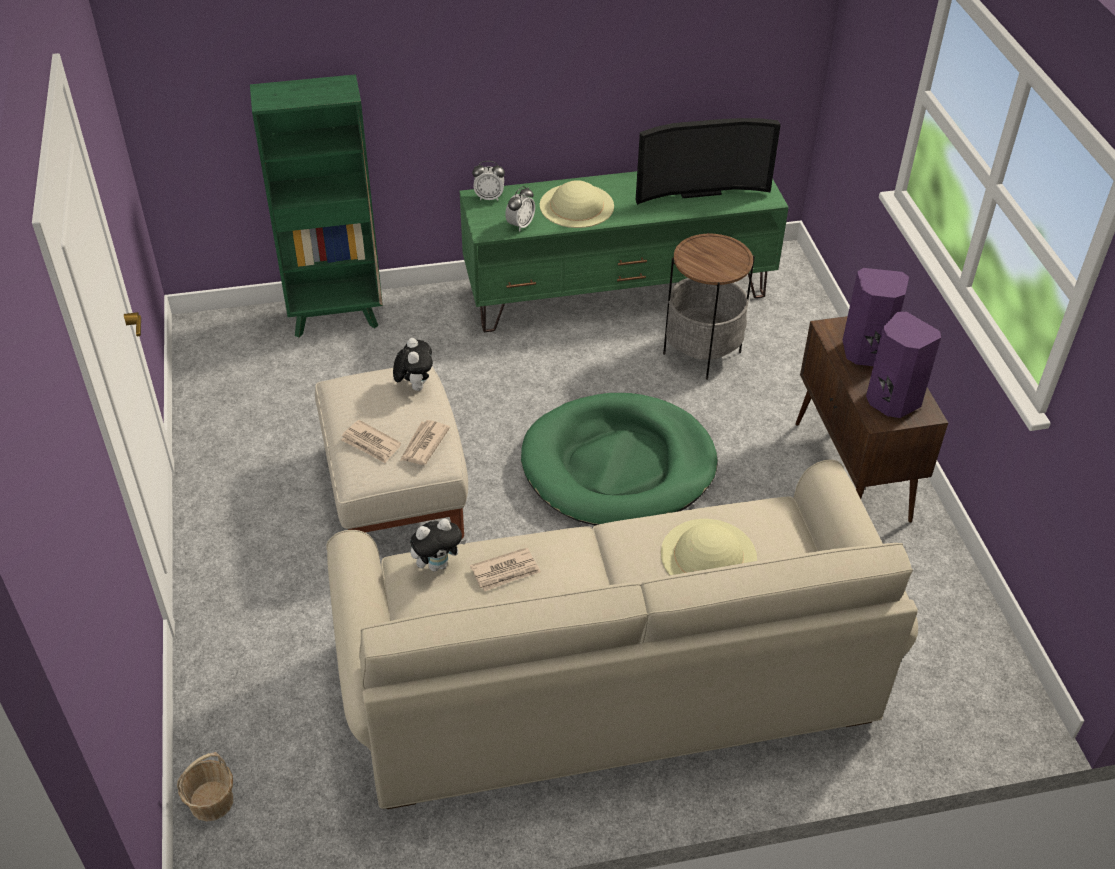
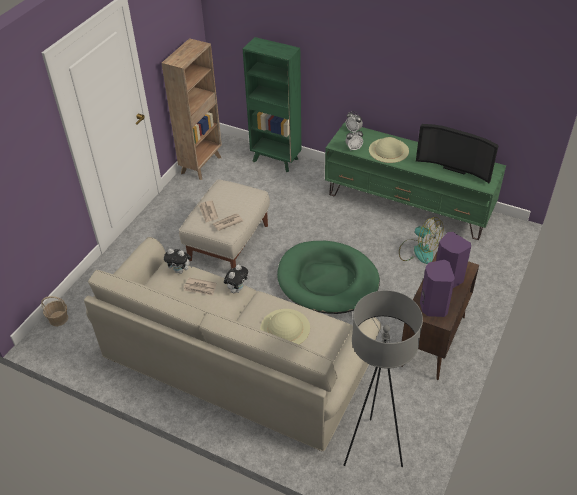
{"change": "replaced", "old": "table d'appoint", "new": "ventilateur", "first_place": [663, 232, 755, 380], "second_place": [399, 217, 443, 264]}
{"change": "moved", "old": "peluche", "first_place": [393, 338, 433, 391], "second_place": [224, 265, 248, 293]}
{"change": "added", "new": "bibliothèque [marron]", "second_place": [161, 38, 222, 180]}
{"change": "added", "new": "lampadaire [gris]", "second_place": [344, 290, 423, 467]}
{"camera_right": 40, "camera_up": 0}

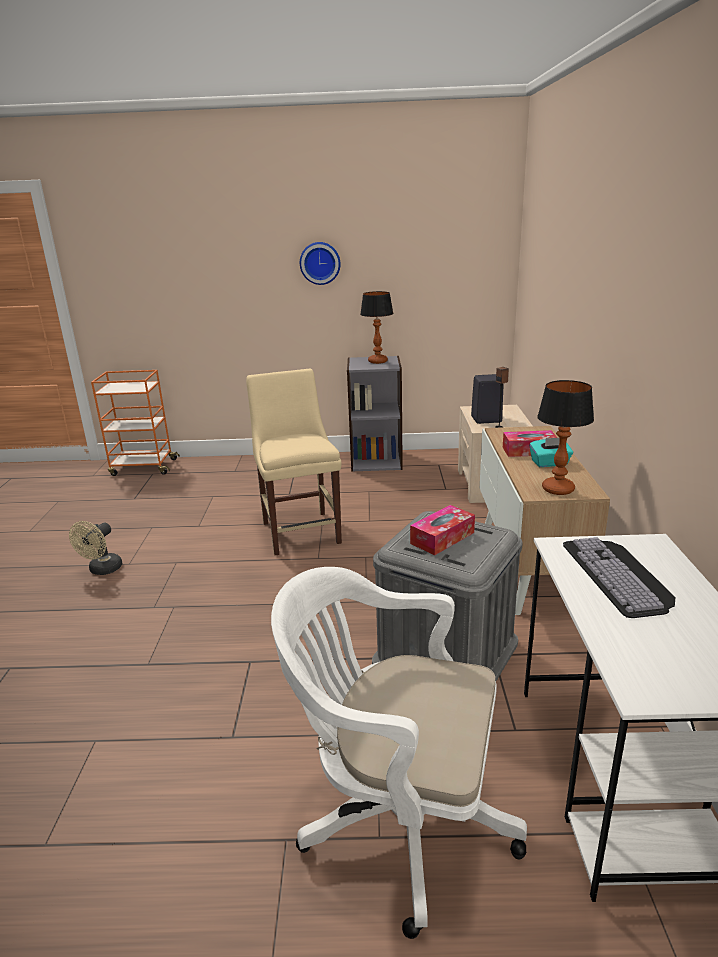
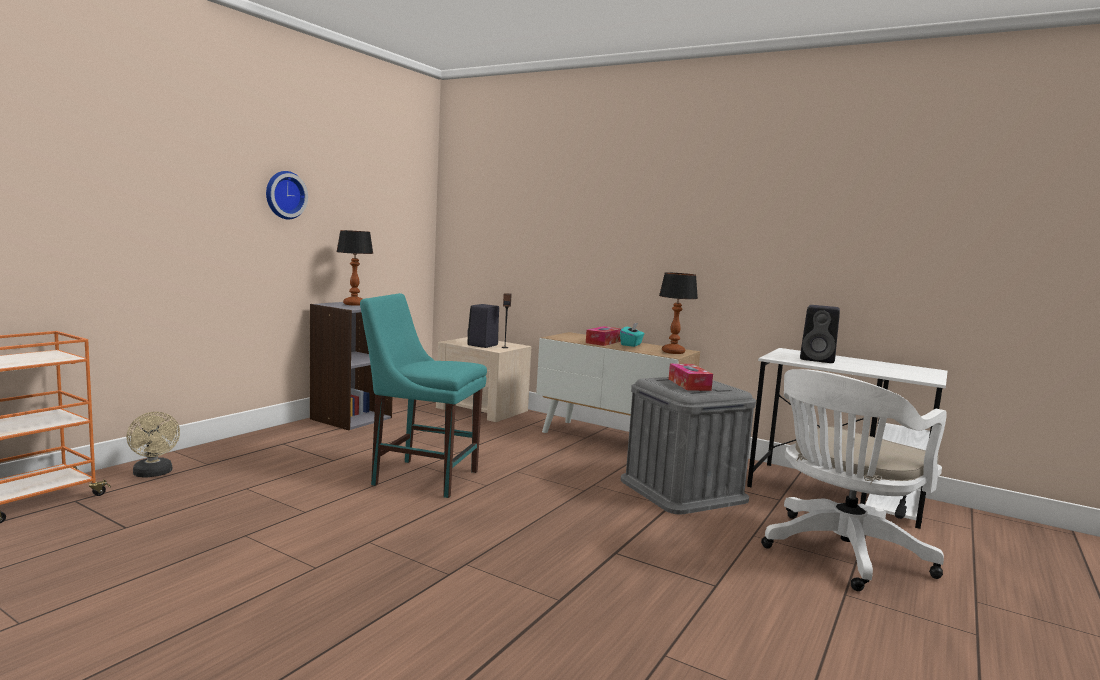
{"change": "recoloured", "old": "chaise [beige]", "new": "chaise [turquoise]", "first_place": [246, 369, 342, 556], "second_place": [360, 293, 487, 498]}
{"change": "moved", "old": "ventilateur [beige]", "first_place": [69, 521, 122, 575], "second_place": [126, 412, 180, 478]}
{"change": "replaced", "old": "clavier", "new": "enceinte [noir]", "first_place": [563, 537, 676, 618], "second_place": [800, 305, 840, 363]}
{"camera_right": -60, "camera_up": -15}

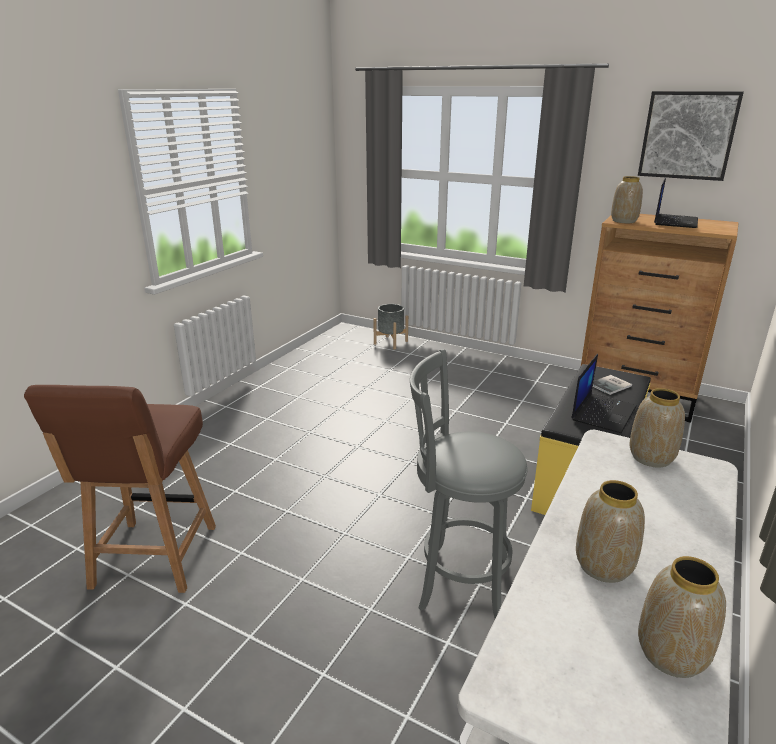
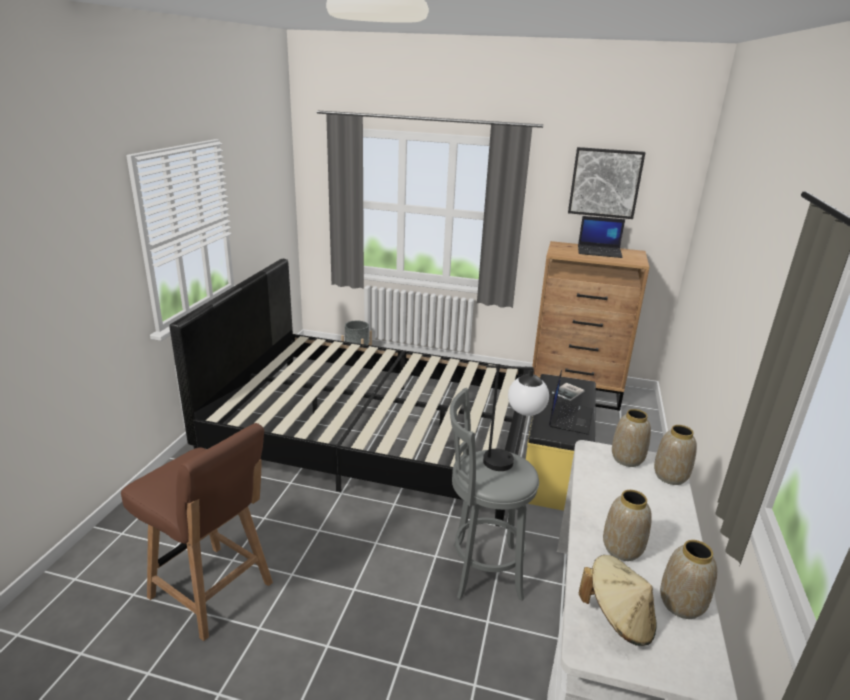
{"change": "moved", "old": "vase", "first_place": [611, 176, 643, 223], "second_place": [654, 425, 697, 485]}
{"change": "turned", "old": "ordinateur portable", "first_place": [654, 177, 698, 228], "second_place": [578, 216, 625, 258], "degrees": 90}
{"change": "turned", "old": "chaise [marron]", "first_place": [24, 385, 216, 593], "second_place": [121, 423, 273, 641], "degrees": -45}
{"change": "added", "new": "lit [noir]", "second_place": [170, 259, 534, 527]}
{"change": "added", "new": "lampe de table", "second_place": [483, 364, 549, 471]}
{"change": "added", "new": "chapeau [beige]", "second_place": [579, 555, 657, 646]}
{"camera_right": -15, "camera_up": 0}

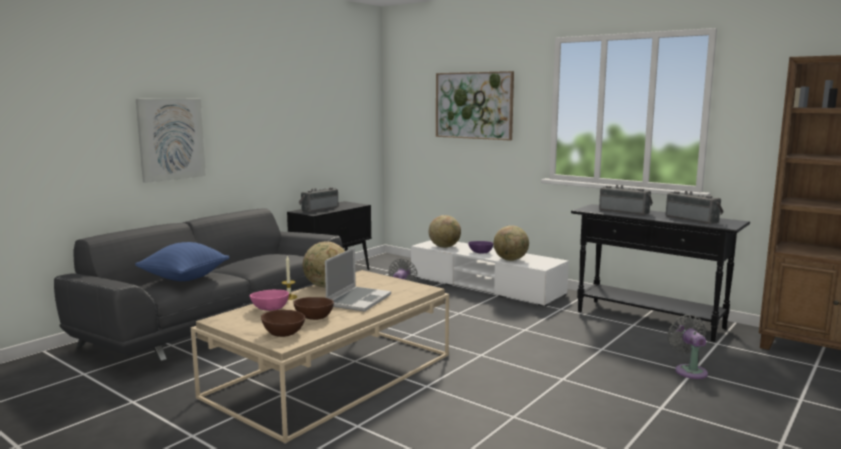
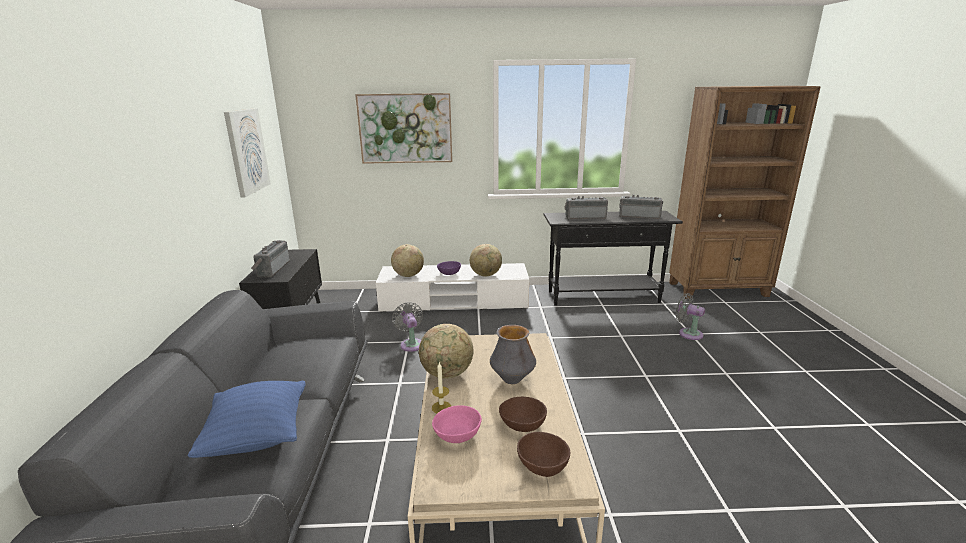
{"change": "moved", "old": "tableau", "first_place": [136, 99, 206, 183], "second_place": [224, 108, 271, 198]}
{"change": "replaced", "old": "ordinateur portable", "new": "vase", "first_place": [325, 247, 391, 312], "second_place": [490, 325, 536, 384]}
{"camera_right": -40, "camera_up": 10}

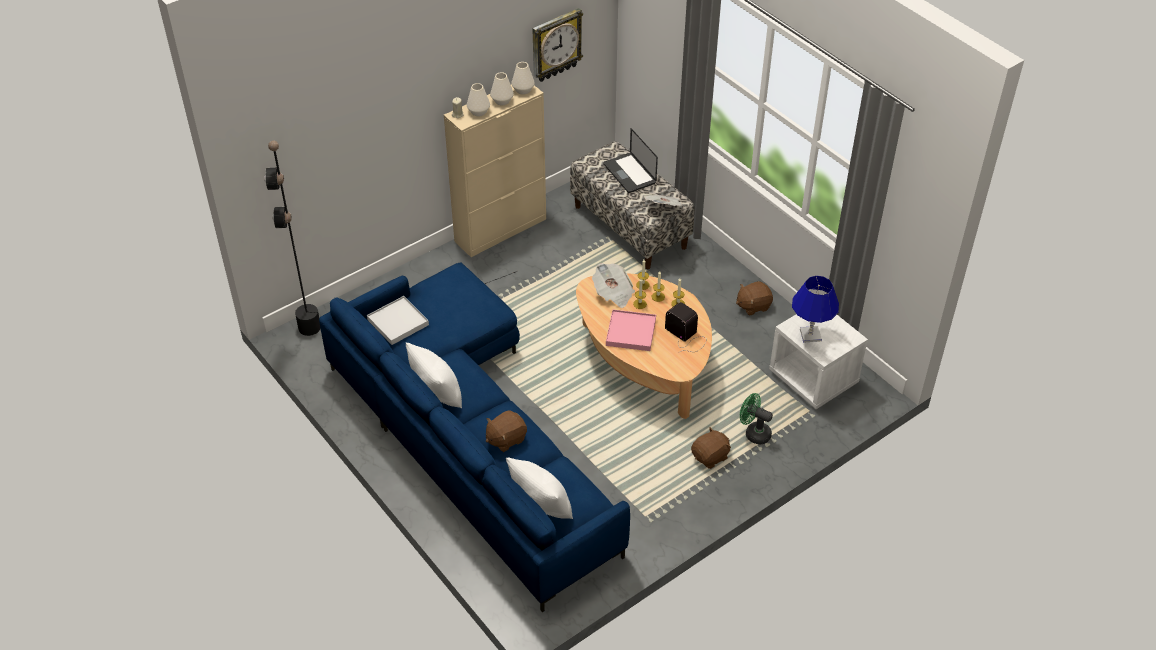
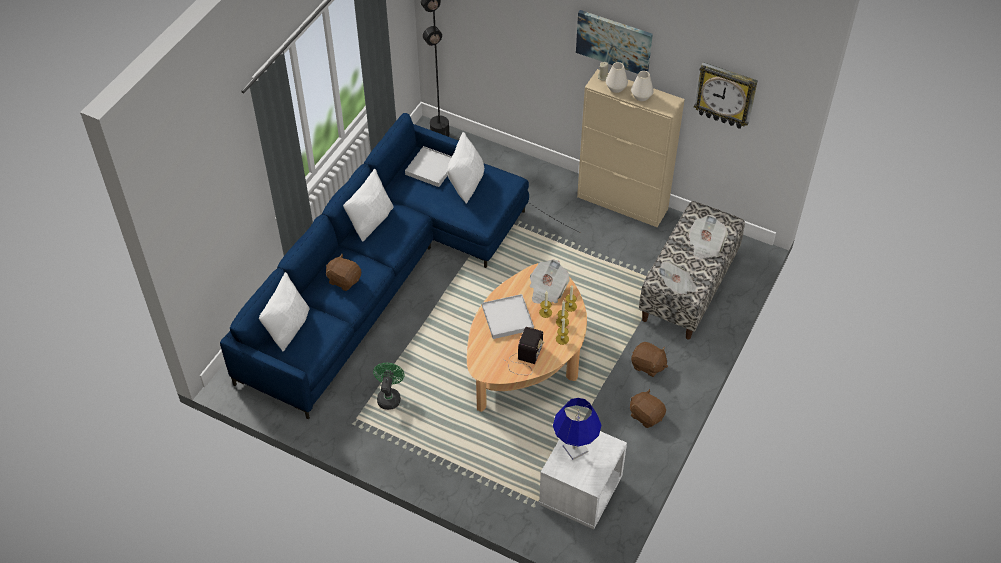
{"change": "removed", "old": "vase [blanc]", "first_place": [511, 62, 535, 95]}
{"change": "replaced", "old": "ordinateur portable", "new": "journal", "first_place": [603, 128, 658, 193], "second_place": [688, 215, 728, 259]}
{"change": "recoloured", "old": "plateau [rose]", "new": "plateau [blanc]", "first_place": [606, 310, 656, 351], "second_place": [482, 294, 534, 339]}
{"change": "moved", "old": "ventilateur [vert]", "first_place": [740, 393, 773, 444], "second_place": [373, 363, 404, 410]}
{"change": "moved", "old": "peluche [marron]", "first_place": [691, 427, 731, 469], "second_place": [631, 342, 668, 377]}
{"change": "added", "new": "tableau", "second_place": [576, 10, 653, 74]}
{"change": "added", "new": "coussin [blanc]", "second_place": [447, 132, 484, 204]}
{"camera_right": 65, "camera_up": 5}

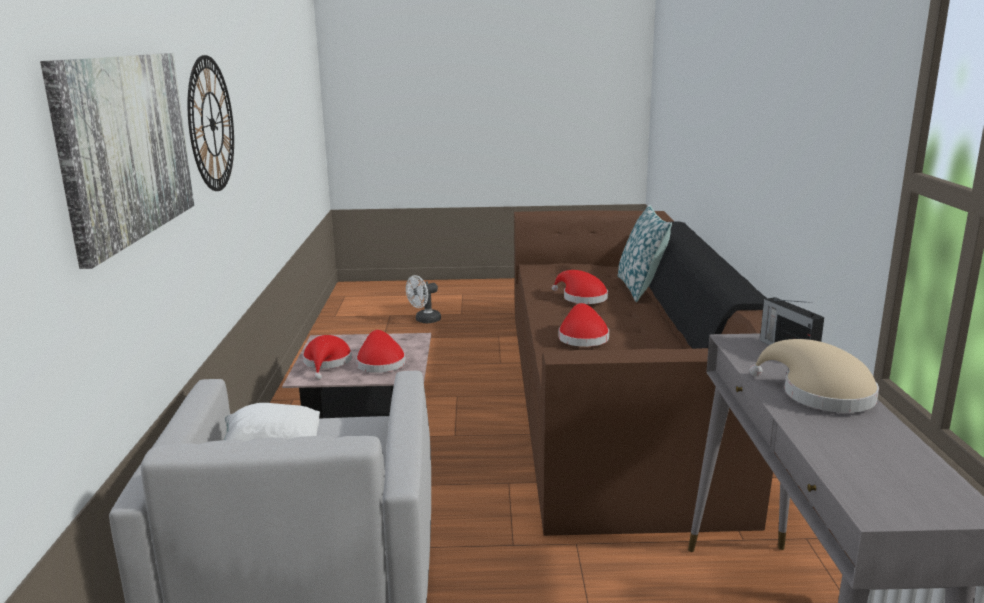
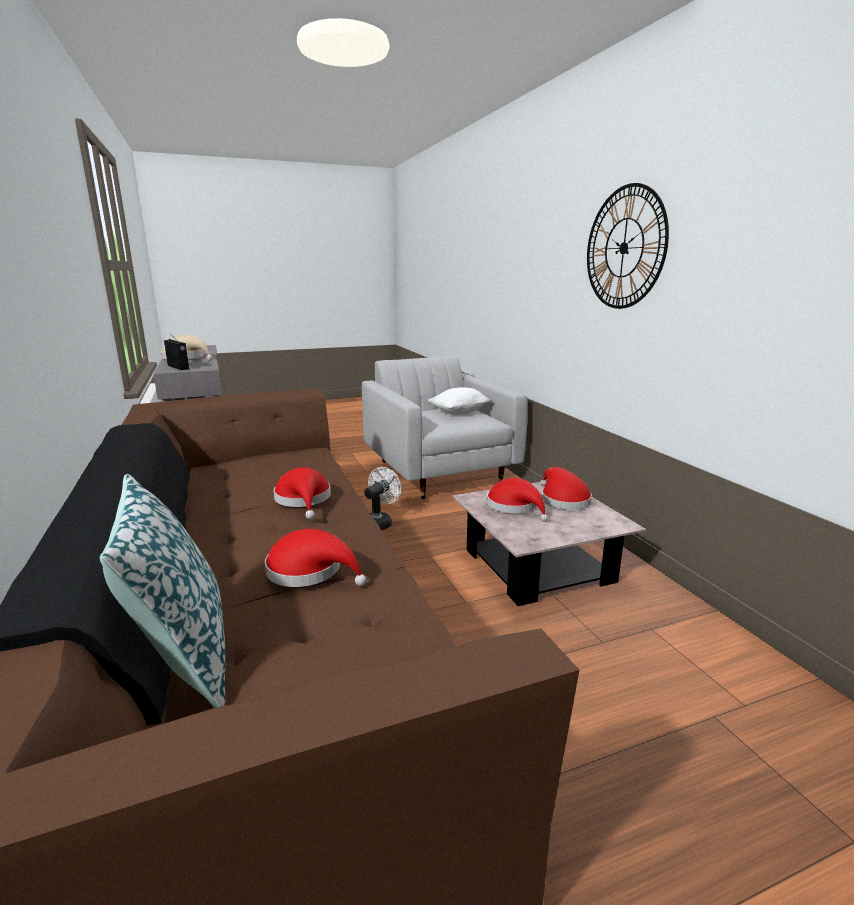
{"change": "removed", "old": "tableau", "first_place": [40, 53, 194, 269]}
{"change": "moved", "old": "ventilateur [blanc]", "first_place": [406, 275, 441, 323], "second_place": [364, 467, 401, 530]}
{"camera_right": 160, "camera_up": 0}

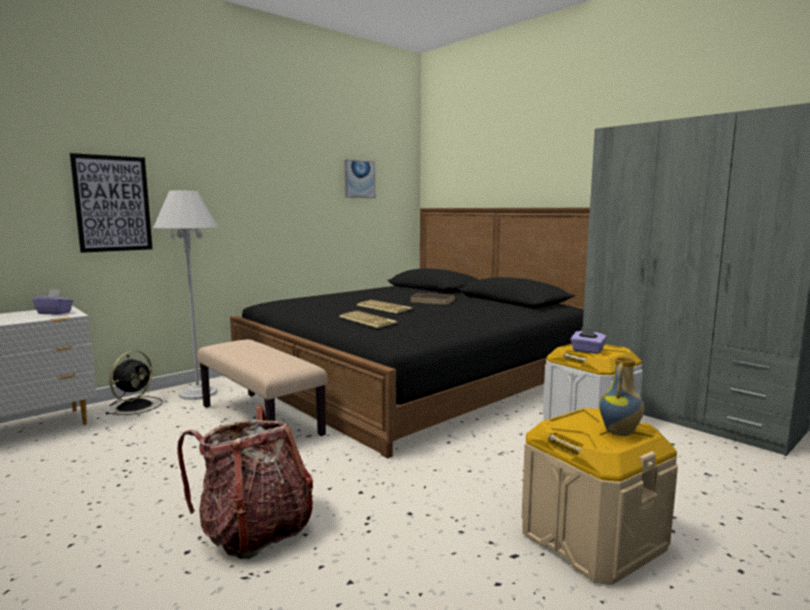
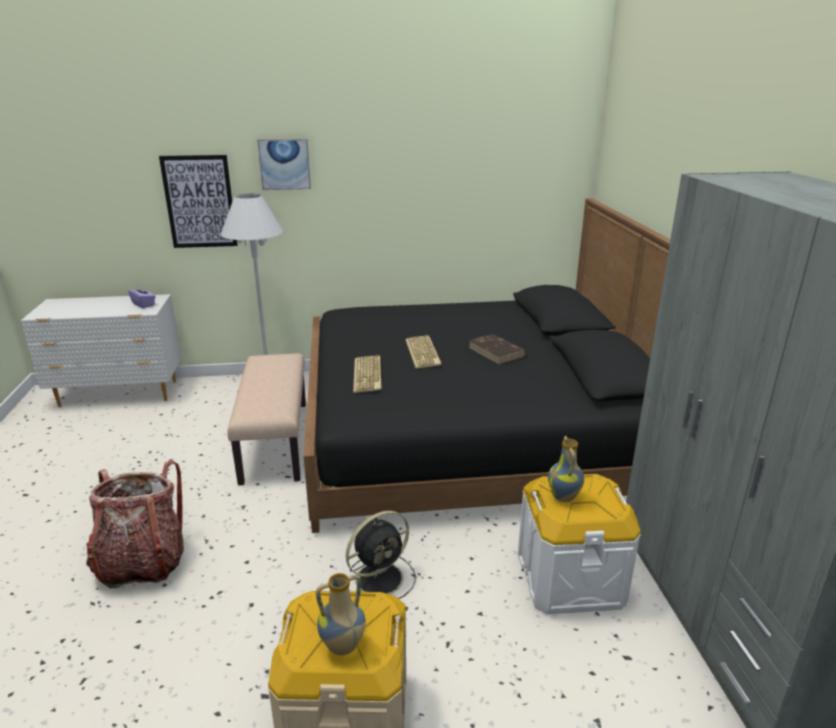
{"change": "moved", "old": "tableau", "first_place": [344, 159, 375, 198], "second_place": [257, 139, 311, 190]}
{"change": "replaced", "old": "boîte à mouchoirs [violet]", "new": "vase", "first_place": [570, 327, 607, 354], "second_place": [548, 436, 584, 502]}
{"change": "moved", "old": "ventilateur [noir]", "first_place": [105, 351, 163, 415], "second_place": [346, 511, 416, 599]}
{"camera_right": 35, "camera_up": 15}

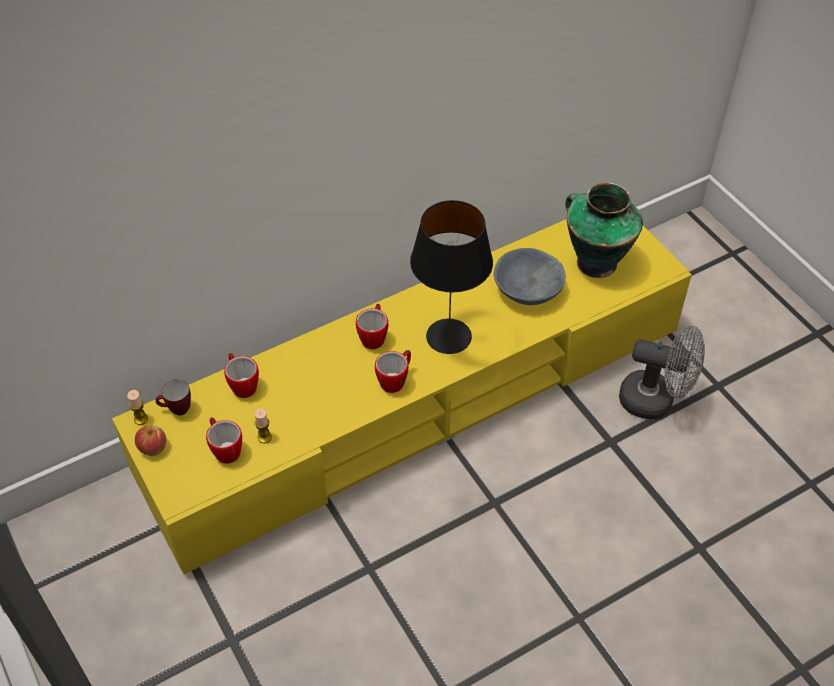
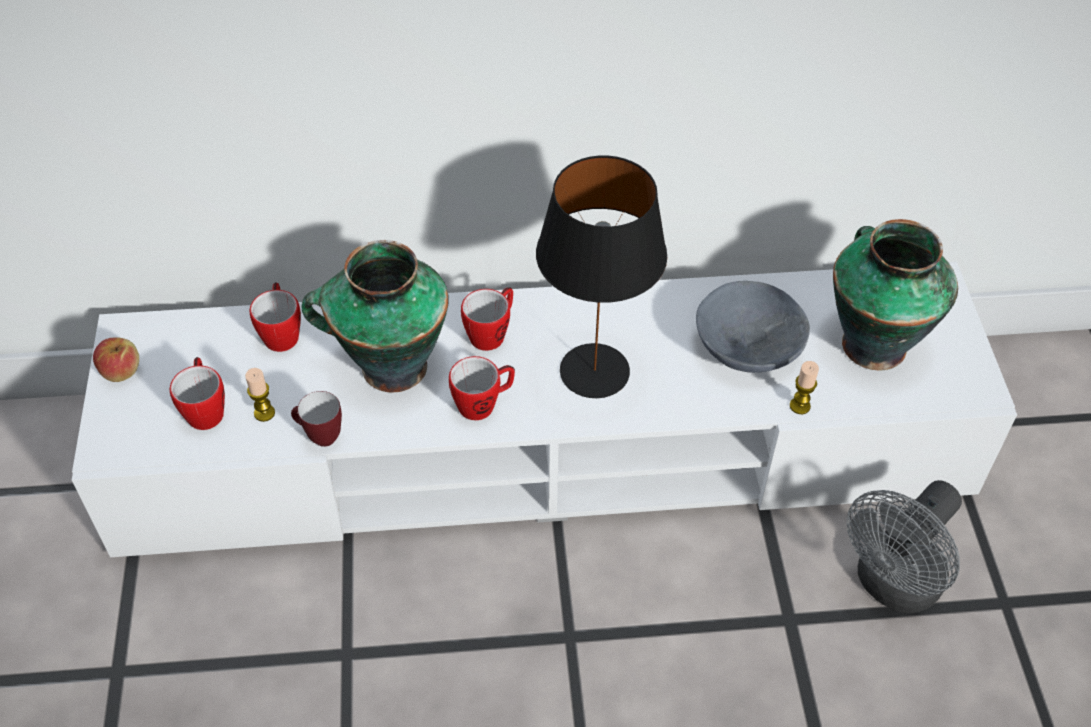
{"change": "recoloured", "old": "meuble télé [jaune]", "new": "meuble télé [blanc]", "first_place": [112, 219, 692, 574], "second_place": [72, 262, 1017, 557]}
{"change": "turned", "old": "ventilateur [gris]", "first_place": [619, 326, 705, 419], "second_place": [847, 480, 962, 613], "degrees": 90}
{"change": "moved", "old": "mug", "first_place": [156, 379, 191, 416], "second_place": [291, 391, 342, 447]}
{"change": "moved", "old": "bougie", "first_place": [127, 390, 148, 425], "second_place": [790, 361, 819, 414]}
{"change": "added", "new": "vase", "second_place": [302, 240, 449, 393]}
{"camera_right": 25, "camera_up": 0}

